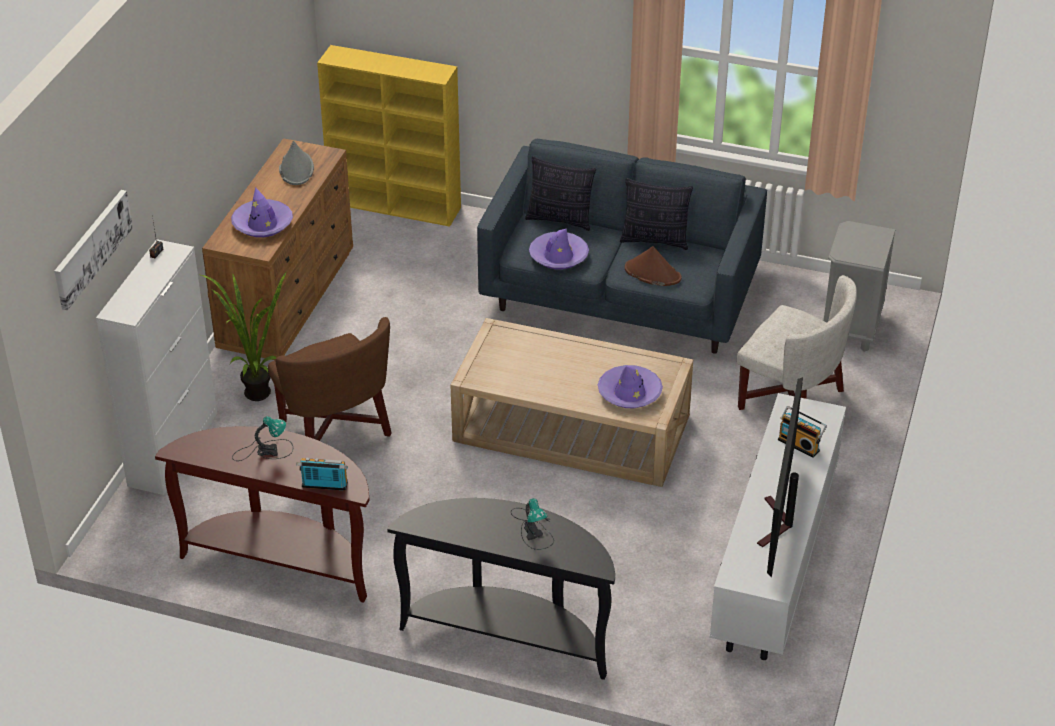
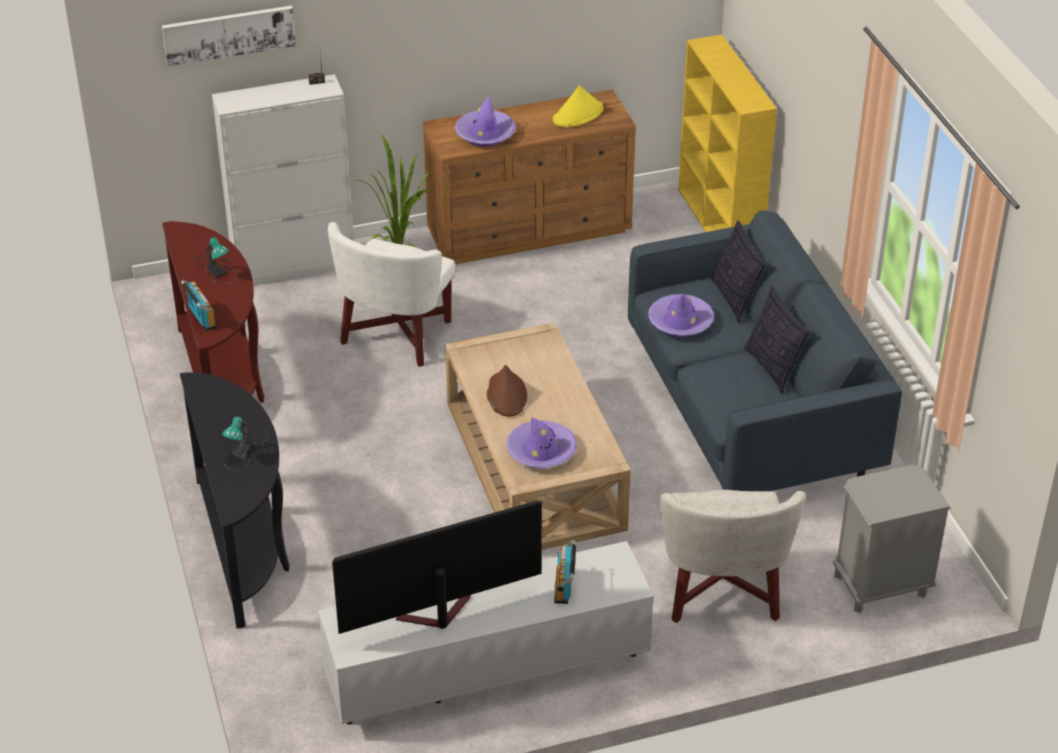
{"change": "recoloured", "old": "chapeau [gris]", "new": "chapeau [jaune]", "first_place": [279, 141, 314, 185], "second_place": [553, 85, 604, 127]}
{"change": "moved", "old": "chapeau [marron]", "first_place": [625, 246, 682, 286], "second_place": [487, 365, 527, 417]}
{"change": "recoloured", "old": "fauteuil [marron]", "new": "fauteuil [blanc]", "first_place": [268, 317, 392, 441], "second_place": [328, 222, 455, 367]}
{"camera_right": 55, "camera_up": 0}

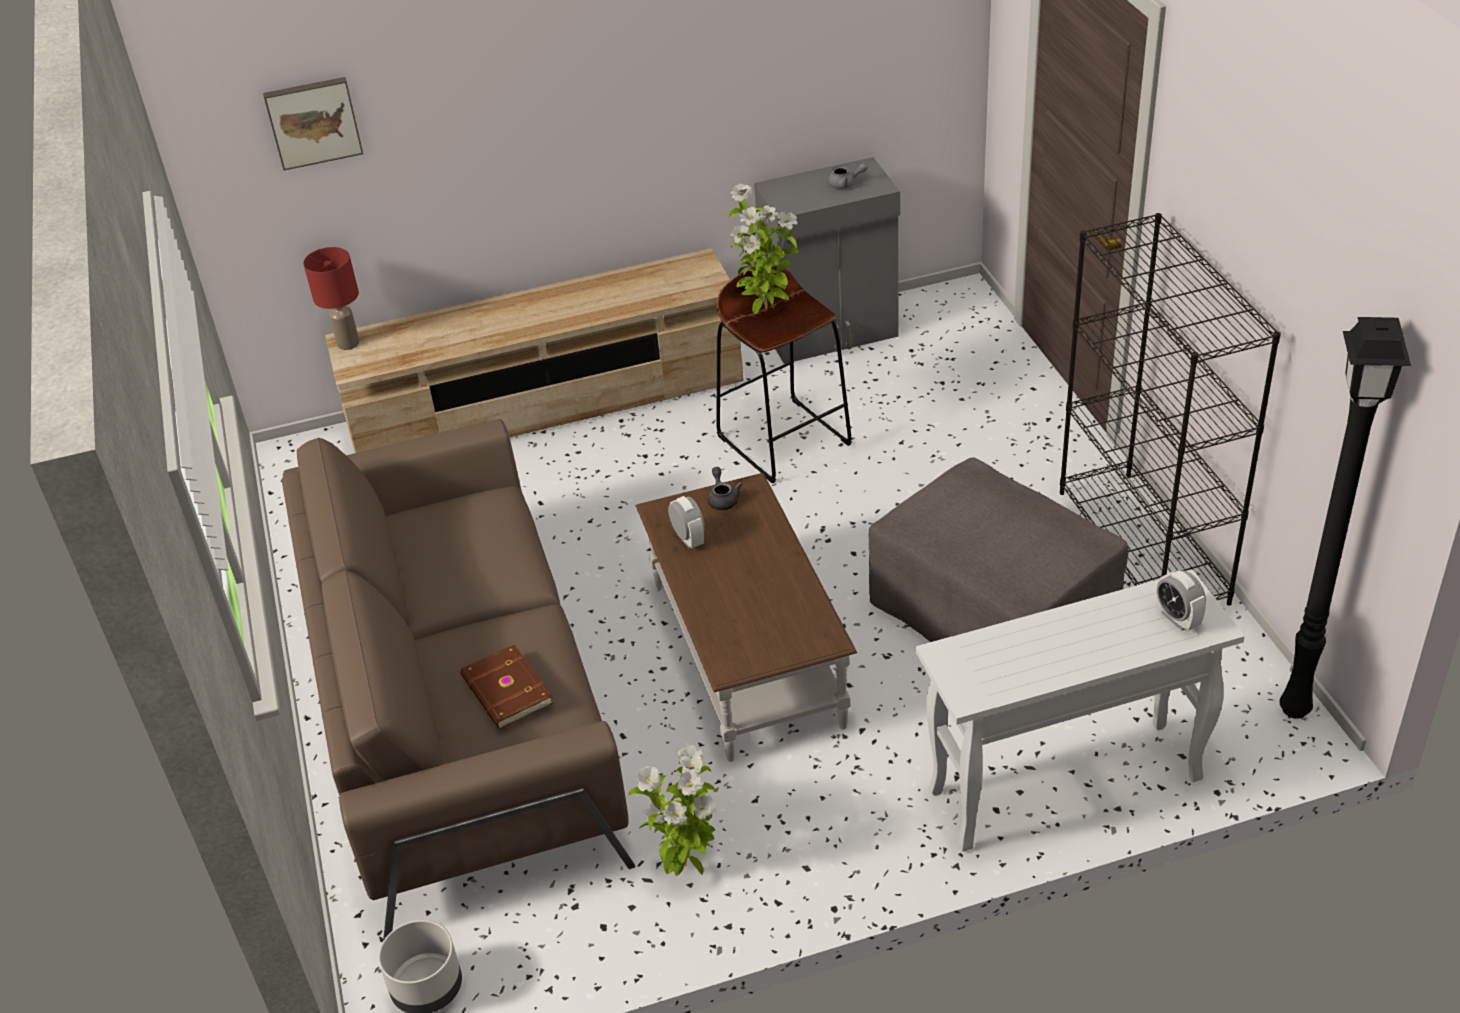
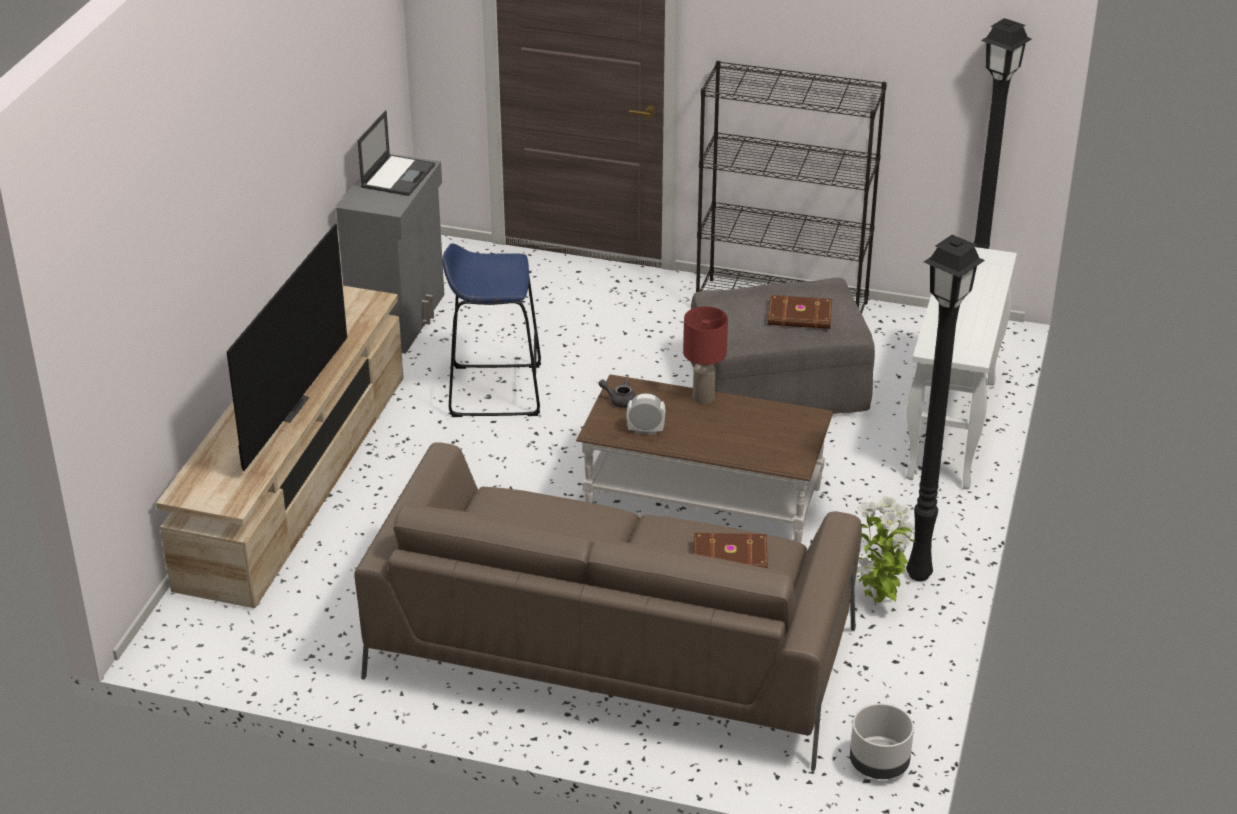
{"change": "removed", "old": "tableau", "first_place": [263, 77, 363, 171]}
{"change": "replaced", "old": "théière [gris]", "new": "ordinateur portable", "first_place": [828, 163, 868, 189], "second_place": [358, 110, 435, 196]}
{"change": "removed", "old": "plante en pot", "first_place": [729, 184, 799, 314]}
{"change": "moved", "old": "lampe de table [rouge]", "first_place": [303, 247, 359, 350], "second_place": [683, 306, 728, 404]}
{"change": "recoloured", "old": "tabouret [marron]", "new": "tabouret [bleu]", "first_place": [716, 265, 852, 484], "second_place": [442, 243, 541, 417]}
{"change": "removed", "old": "réveil", "first_place": [1156, 570, 1206, 631]}
{"change": "added", "new": "téléviseur", "second_place": [226, 224, 347, 471]}
{"change": "added", "new": "lampadaire [noir]", "second_place": [906, 235, 985, 581]}
{"change": "added", "new": "livre [marron]", "second_place": [768, 295, 832, 329]}
{"camera_right": -60, "camera_up": -5}

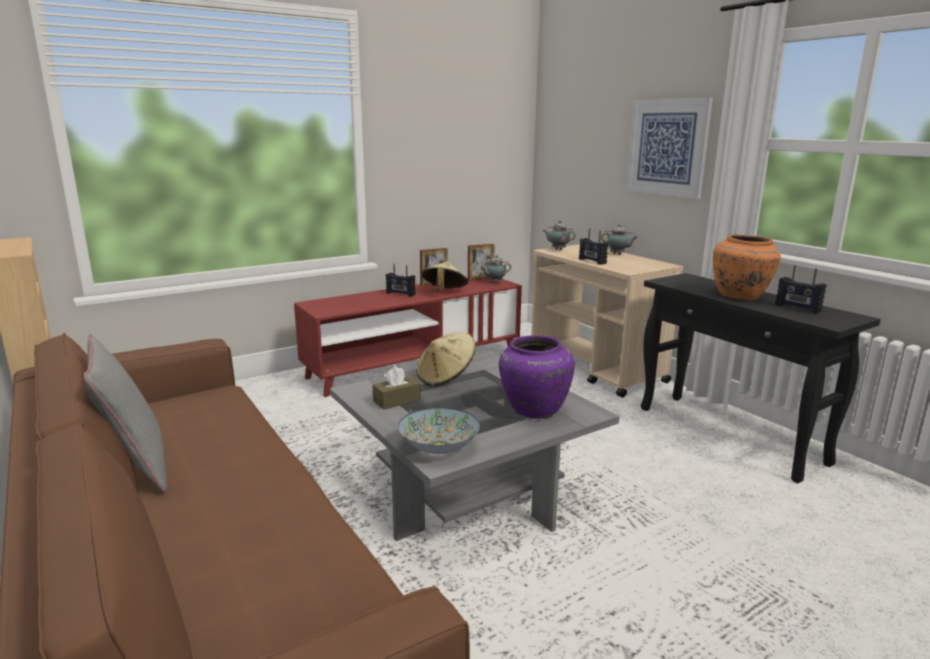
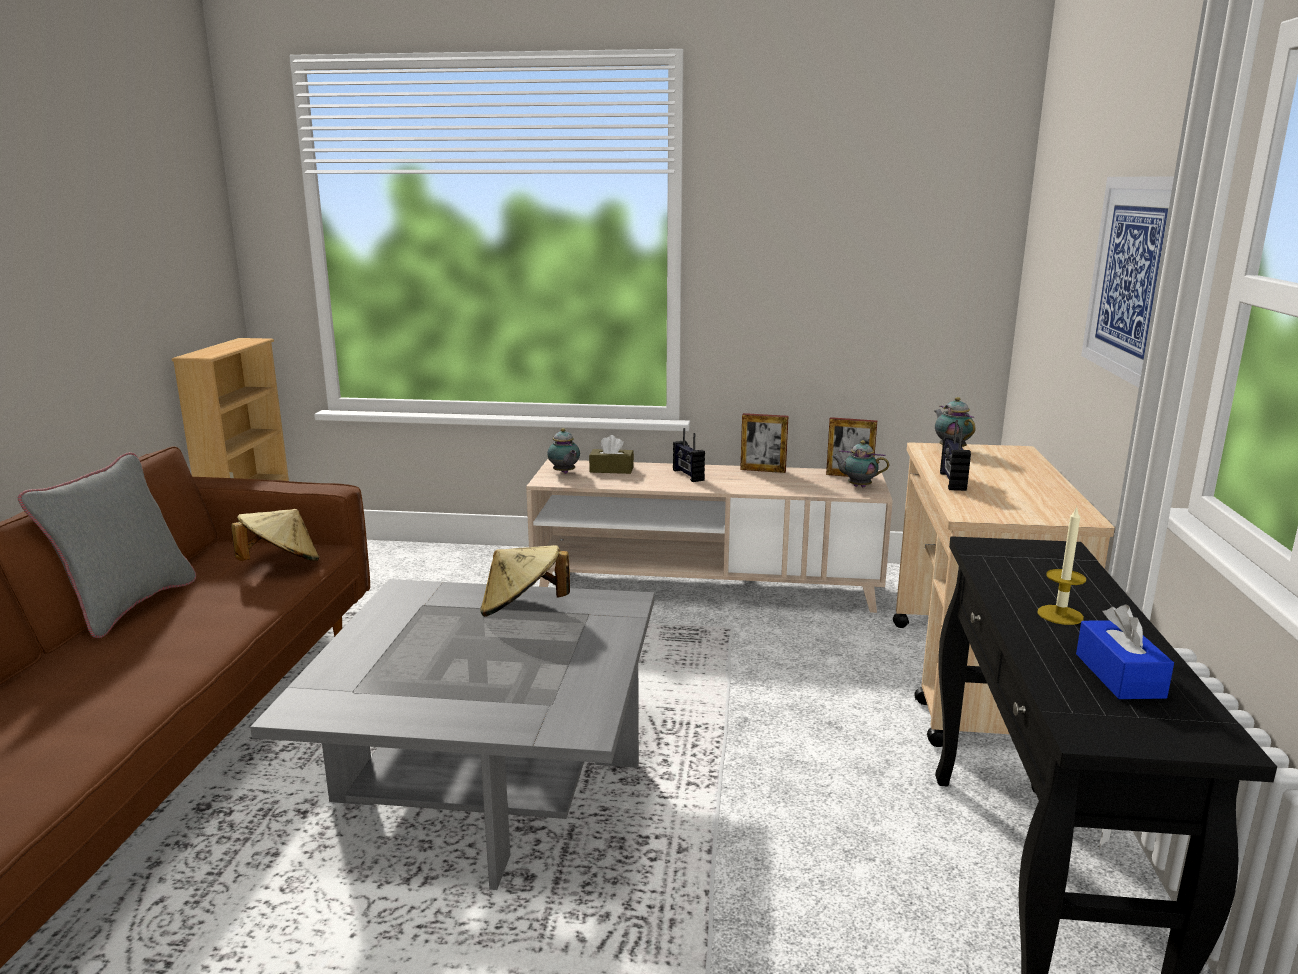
{"change": "moved", "old": "théière", "first_place": [601, 224, 638, 254], "second_place": [547, 428, 580, 474]}
{"change": "replaced", "old": "vase [orange]", "new": "bougie", "first_place": [713, 235, 781, 300], "second_place": [1038, 507, 1086, 625]}
{"change": "moved", "old": "chapeau [beige]", "first_place": [422, 261, 468, 290], "second_place": [231, 509, 319, 561]}
{"change": "replaced", "old": "radio", "new": "boîte à mouchoirs [bleu]", "first_place": [775, 265, 827, 314], "second_place": [1076, 604, 1174, 699]}
{"change": "recoloured", "old": "meuble télé [rouge]", "new": "meuble télé [beige]", "first_place": [294, 277, 522, 397], "second_place": [526, 459, 893, 613]}
{"change": "removed", "old": "vase [violet]", "first_place": [499, 335, 574, 419]}
{"change": "moved", "old": "boîte à mouchoirs [marron]", "first_place": [373, 366, 421, 410], "second_place": [589, 435, 634, 474]}
{"change": "removed", "old": "bol", "first_place": [398, 407, 480, 454]}
{"camera_right": 40, "camera_up": 0}

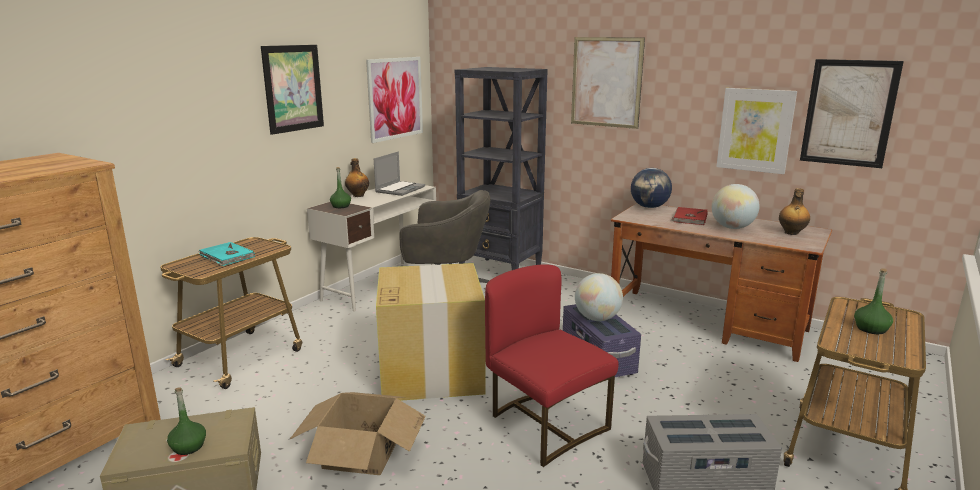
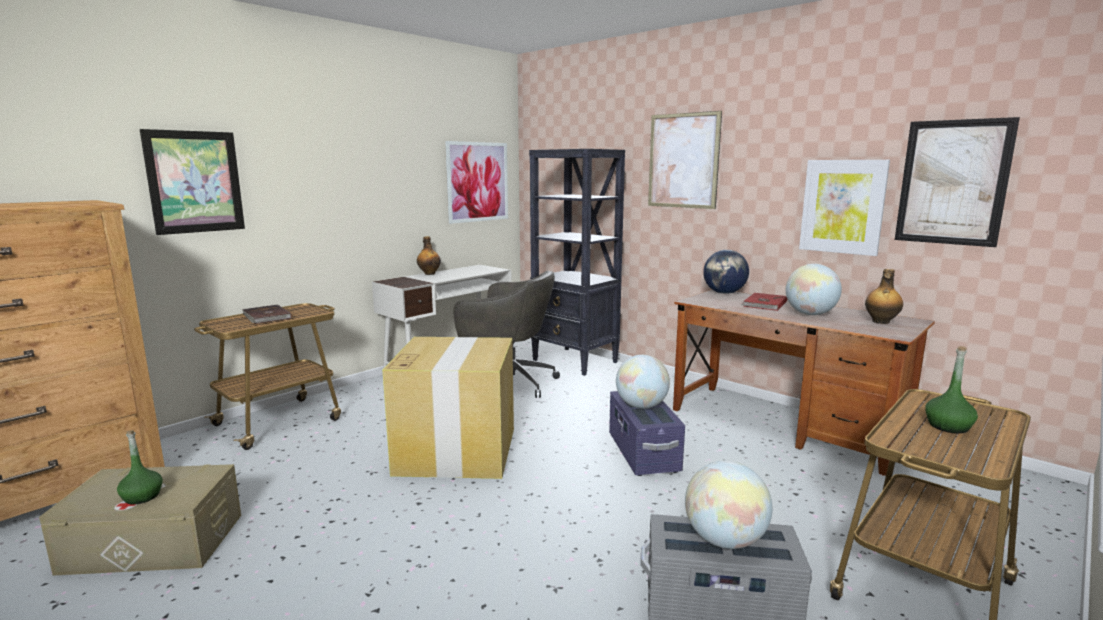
{"change": "moved", "old": "tableau", "first_place": [261, 45, 324, 135], "second_place": [140, 129, 245, 235]}
{"change": "removed", "old": "ordinateur portable", "first_place": [374, 151, 425, 196]}
{"change": "removed", "old": "bouteille [vert]", "first_place": [330, 167, 351, 208]}
{"change": "recoloured", "old": "livre [turquoise]", "new": "livre [marron]", "first_place": [199, 242, 255, 266], "second_place": [242, 305, 292, 324]}
{"change": "removed", "old": "chaise [rouge]", "first_place": [485, 264, 618, 467]}
{"change": "removed", "old": "carton", "first_place": [290, 392, 426, 475]}
{"change": "added", "new": "globe", "second_place": [685, 461, 772, 549]}
{"camera_right": 10, "camera_up": -5}

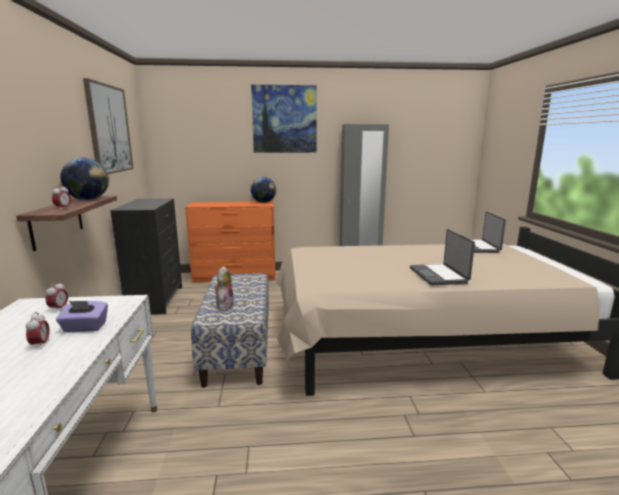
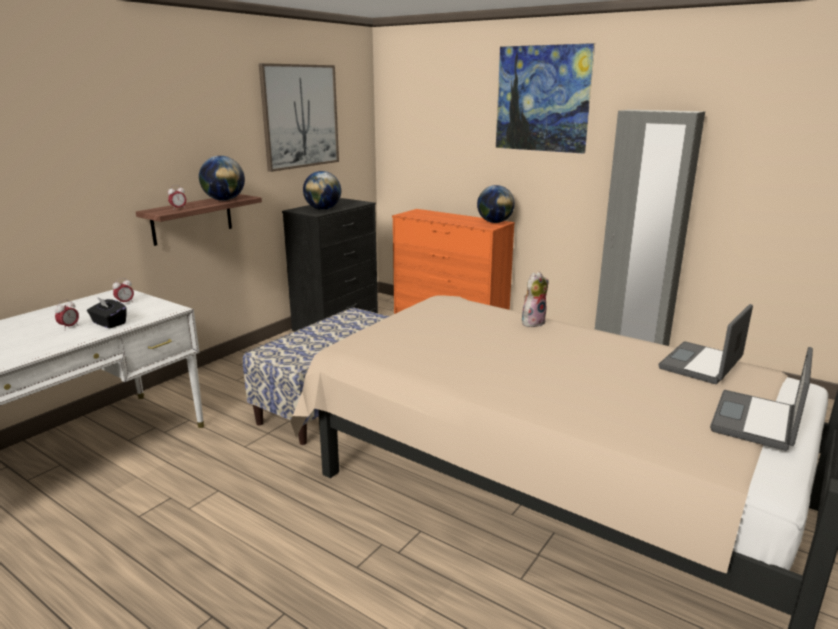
{"change": "moved", "old": "ordinateur portable", "first_place": [410, 229, 475, 285], "second_place": [710, 347, 813, 451]}
{"change": "moved", "old": "peluche", "first_place": [214, 266, 234, 311], "second_place": [522, 271, 548, 327]}
{"change": "recoloured", "old": "boîte à mouchoirs [violet]", "new": "boîte à mouchoirs [noir]", "first_place": [56, 301, 108, 332], "second_place": [87, 297, 127, 328]}
{"change": "added", "new": "globe", "second_place": [303, 171, 341, 210]}
{"camera_right": 40, "camera_up": 5}

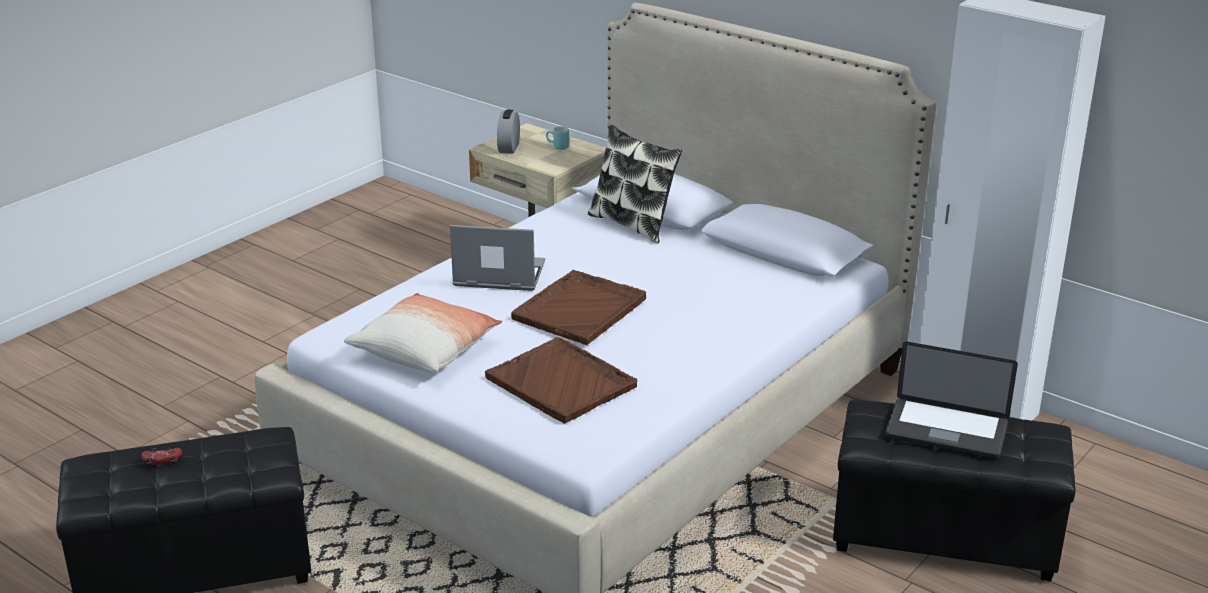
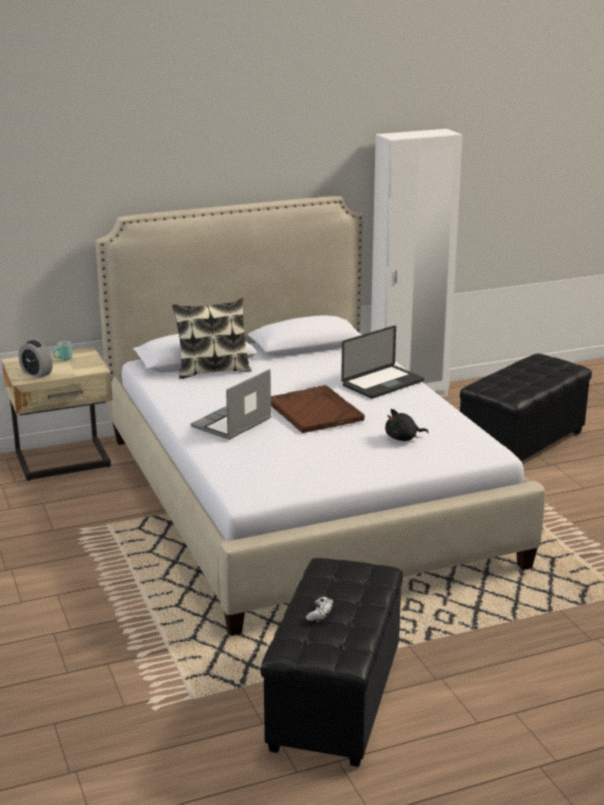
{"change": "removed", "old": "coussin", "first_place": [344, 293, 502, 372]}
{"change": "replaced", "old": "plateau [marron]", "new": "peluche [noir]", "first_place": [485, 337, 637, 423], "second_place": [385, 409, 429, 441]}
{"change": "moved", "old": "ordinateur portable", "first_place": [885, 342, 1018, 458], "second_place": [341, 325, 424, 399]}
{"change": "recoloured", "old": "manette [rouge]", "new": "manette [blanc]", "first_place": [141, 447, 182, 467], "second_place": [306, 597, 334, 621]}
{"camera_right": -60, "camera_up": -5}

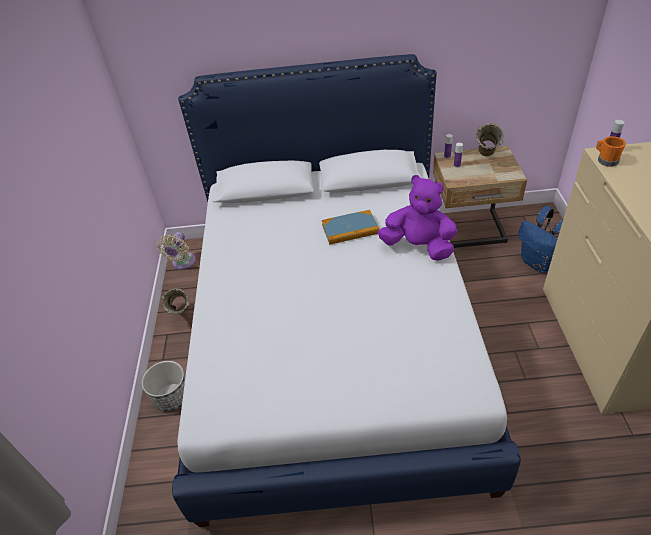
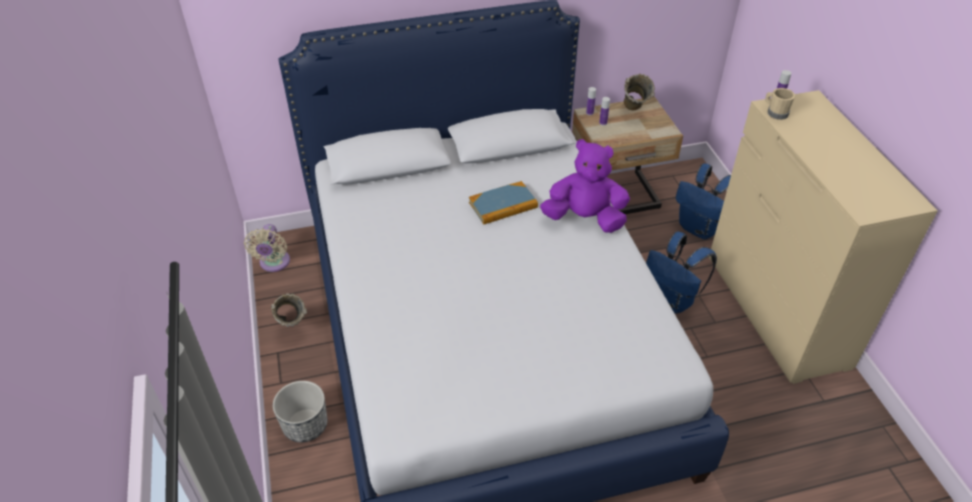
{"change": "recoloured", "old": "mug [orange]", "new": "mug [beige]", "first_place": [596, 136, 626, 167], "second_place": [765, 88, 795, 120]}
{"change": "added", "new": "sac à dos [bleu]", "second_place": [646, 232, 717, 313]}
{"camera_right": -15, "camera_up": 0}

